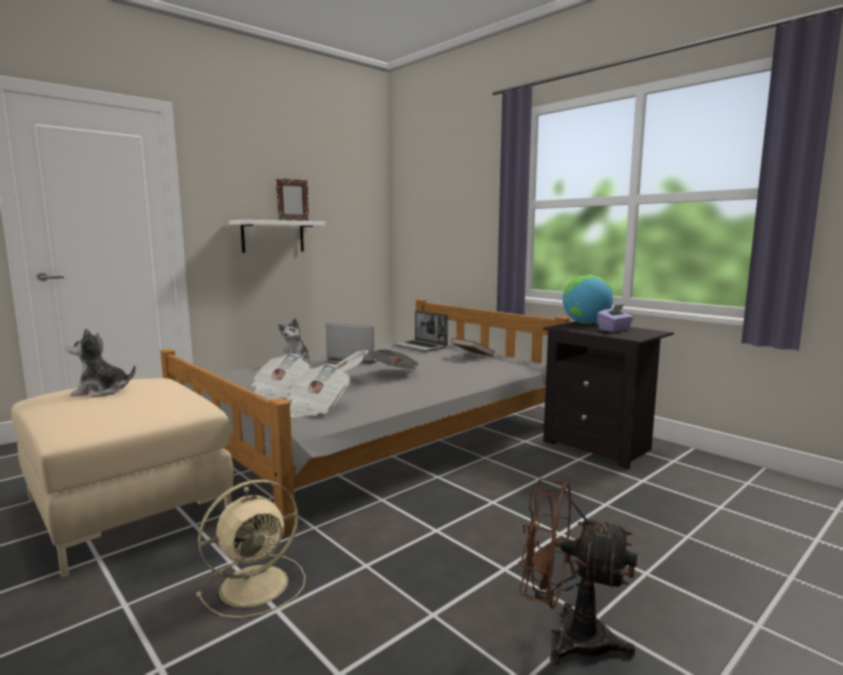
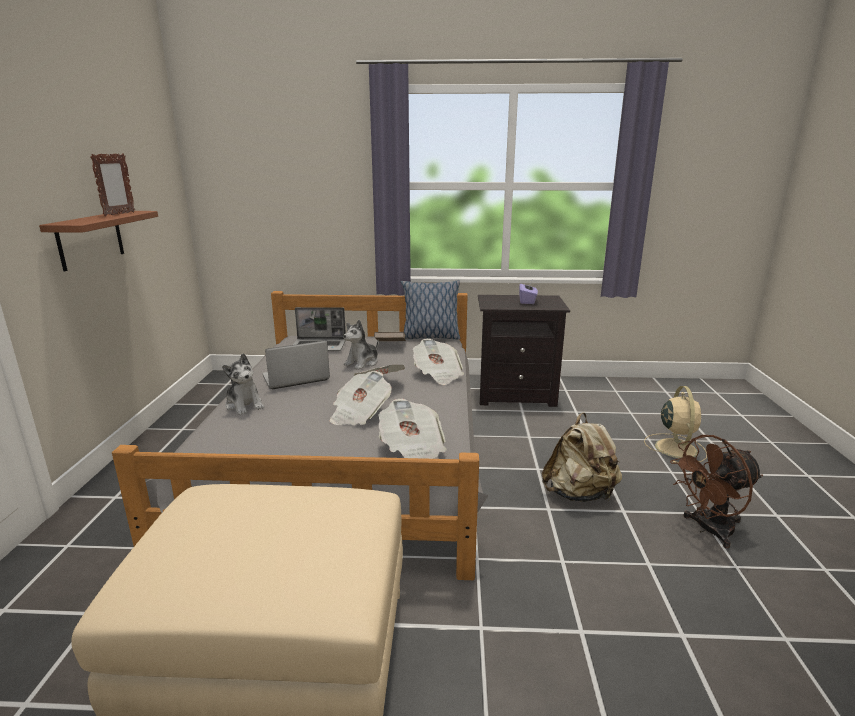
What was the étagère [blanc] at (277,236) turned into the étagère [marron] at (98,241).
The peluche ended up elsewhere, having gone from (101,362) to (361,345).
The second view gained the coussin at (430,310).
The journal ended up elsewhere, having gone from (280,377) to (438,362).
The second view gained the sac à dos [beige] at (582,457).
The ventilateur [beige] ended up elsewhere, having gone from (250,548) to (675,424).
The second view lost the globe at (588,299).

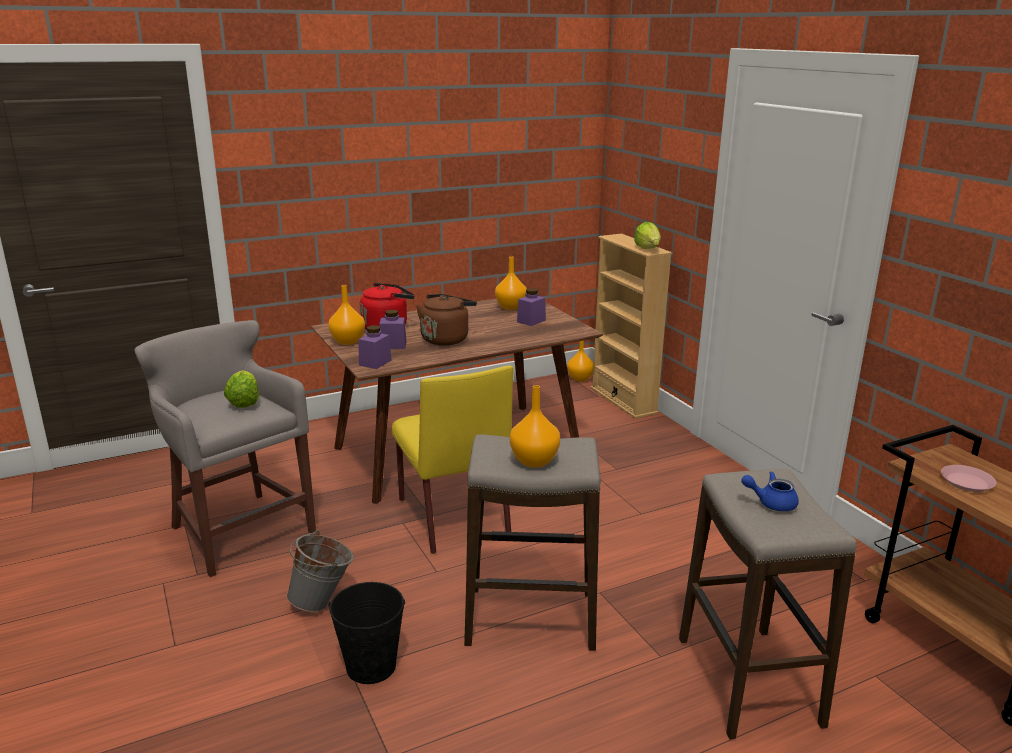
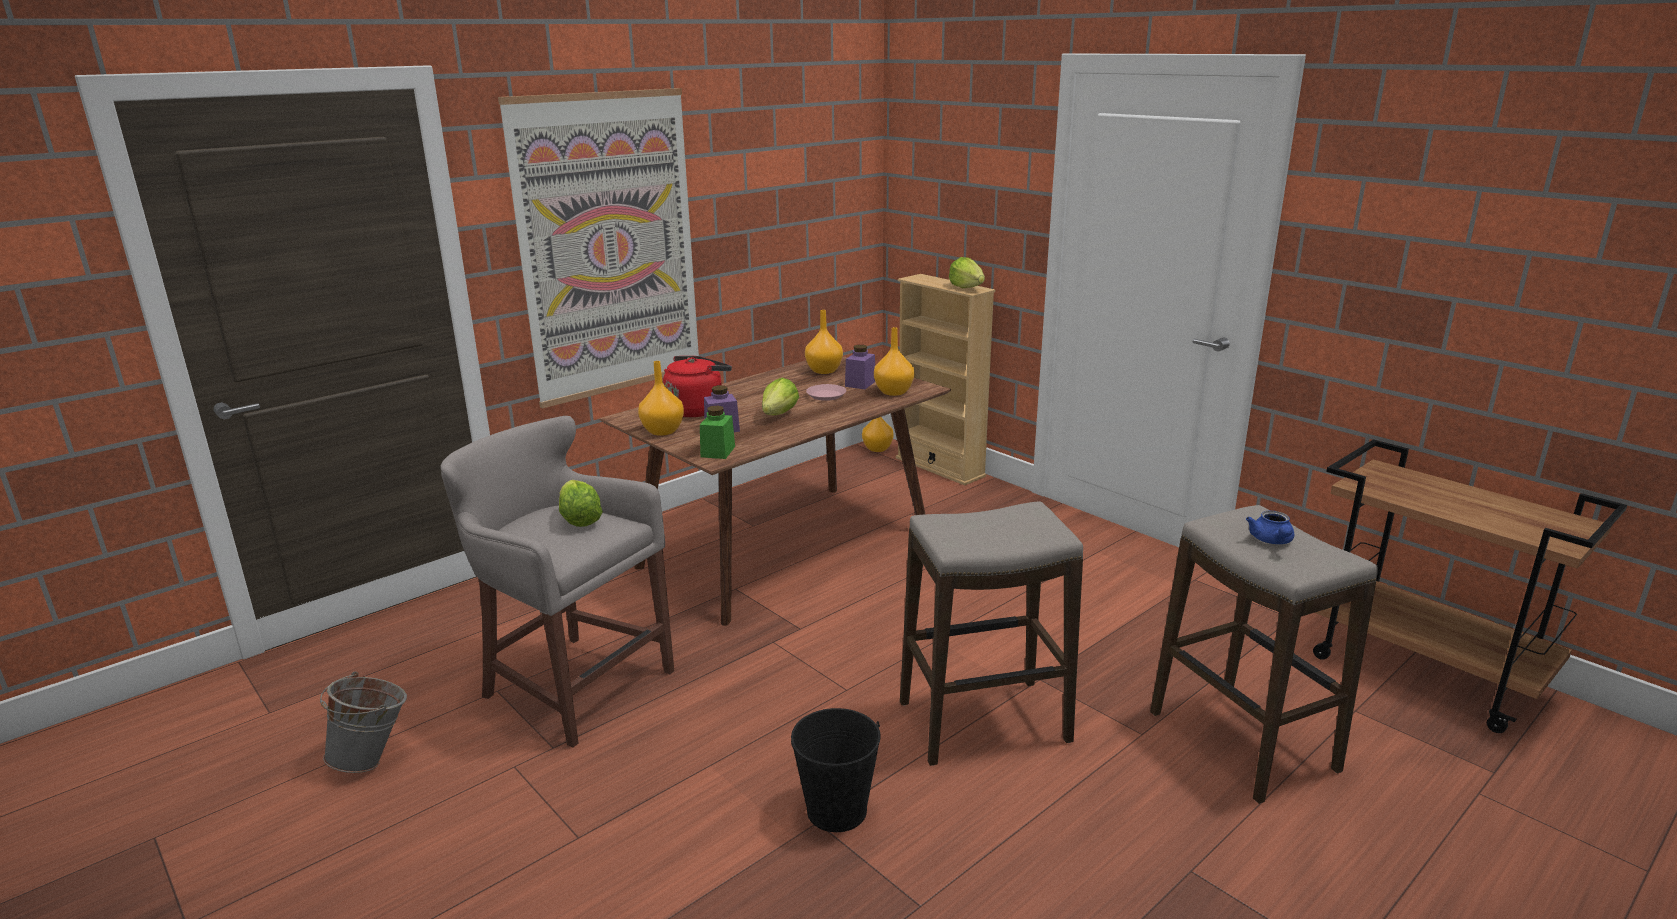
The seau [gris] ended up elsewhere, having gone from (320,571) to (363,722).
The second view gained the tableau at (598,248).
What was the bocal [violet] at (375,347) turned into the bocal [vert] at (717,432).
Where the bouilloire [marron] stood at (446,320), the laitue came to stand at (780,396).
The assiette [rose] ended up elsewhere, having gone from (968,478) to (826,392).
The vase [orange] ended up elsewhere, having gone from (535,426) to (894,361).
The théière [bleu] at (770,491) ended up facing another way, 75 degrees counterclockwise from before.
The second view lost the chaise [jaune] at (452,460).

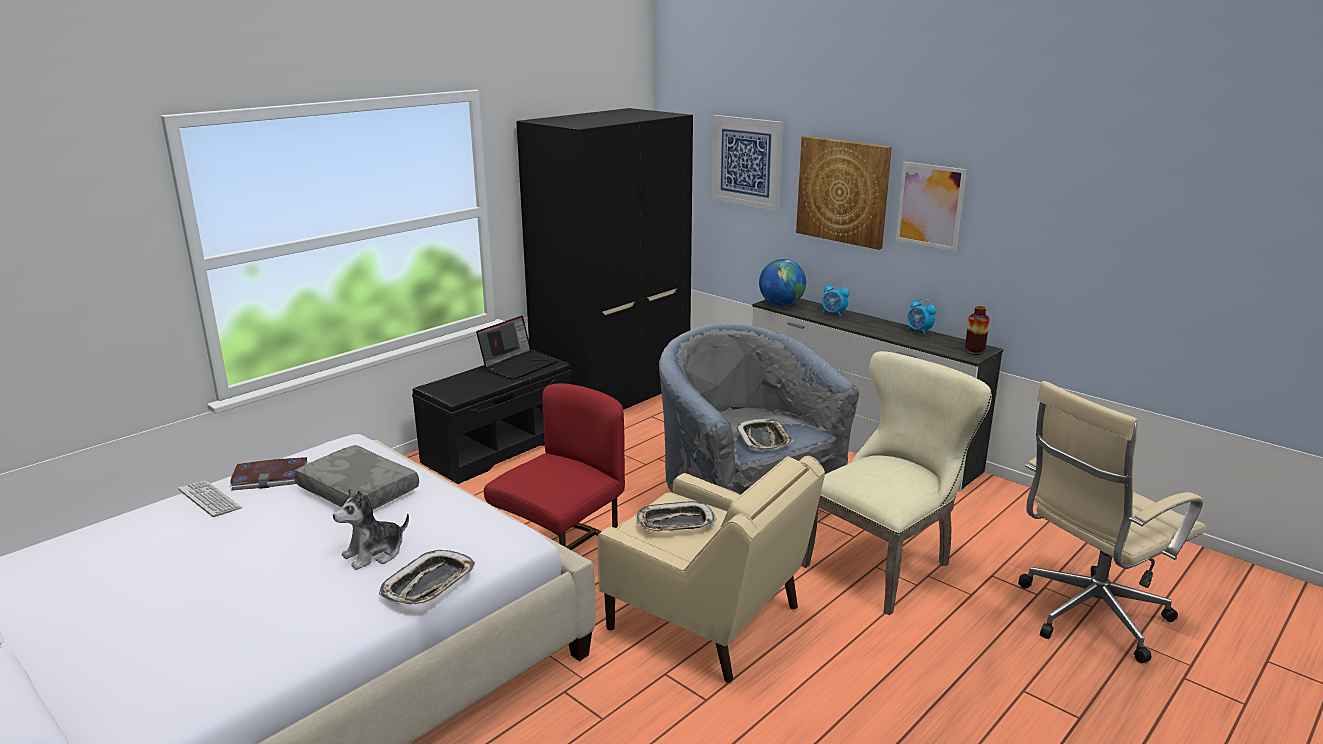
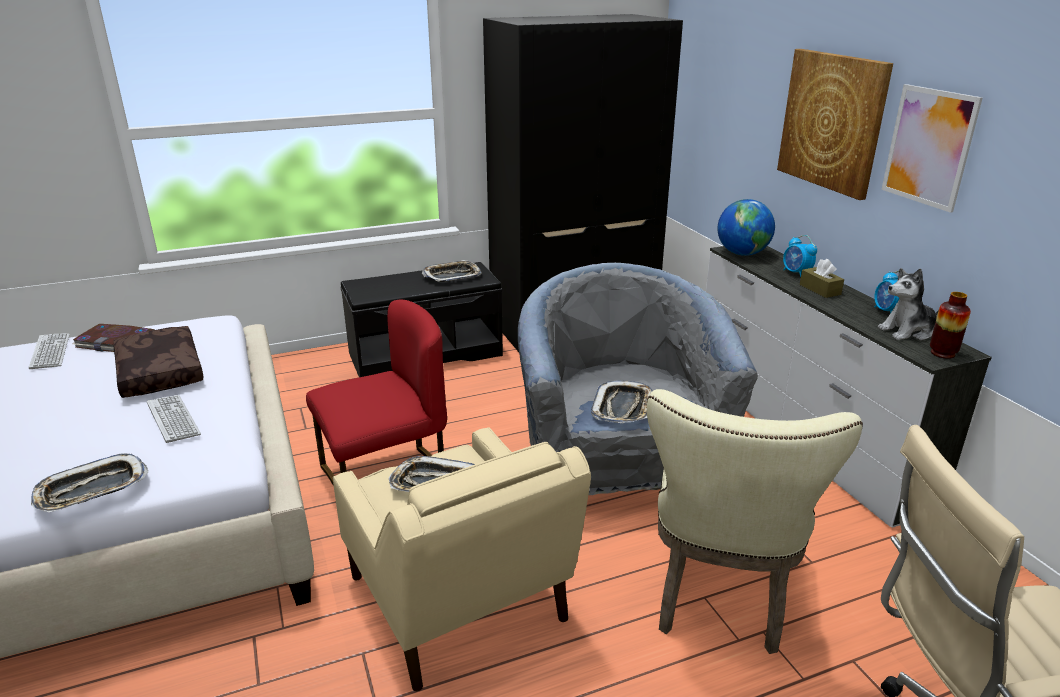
What was the coussin [gris] at (356,477) turned into the coussin [marron] at (158,362).
The second view gained the clavier at (174,419).
Where the ordinateur portable stood at (517,348), the plateau came to stand at (452,271).
The chaise [beige] at (896,483) ended up facing another way, 120 degrees clockwise from before.
The second view gained the boîte à mouchoirs [marron] at (822,278).
The peluche ended up elsewhere, having gone from (371,529) to (908,304).
The second view lost the tableau at (747,163).

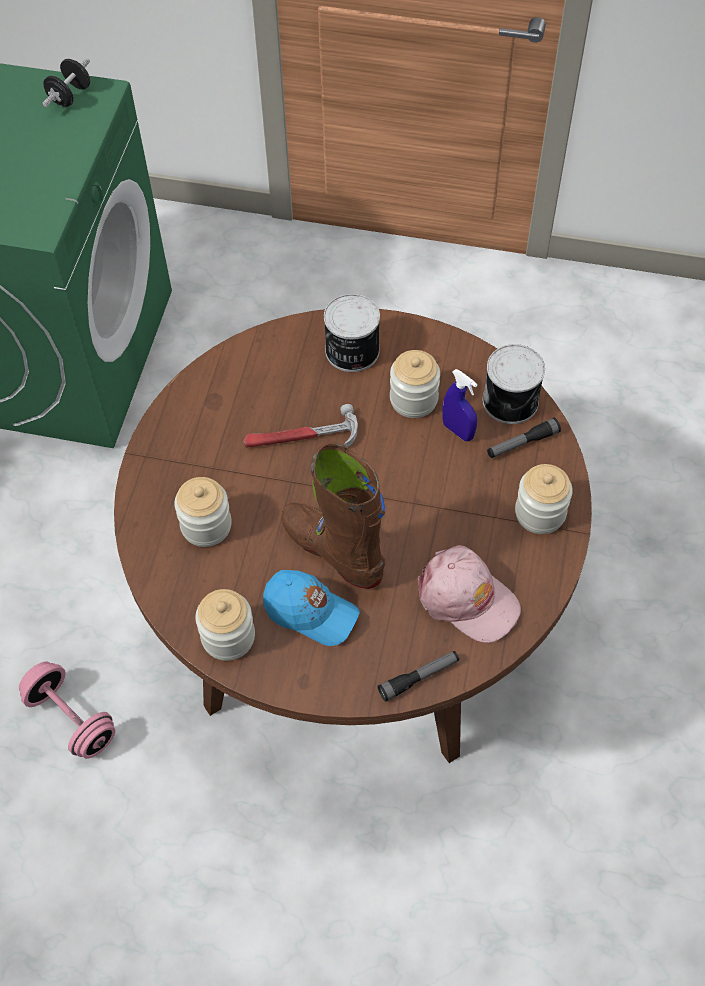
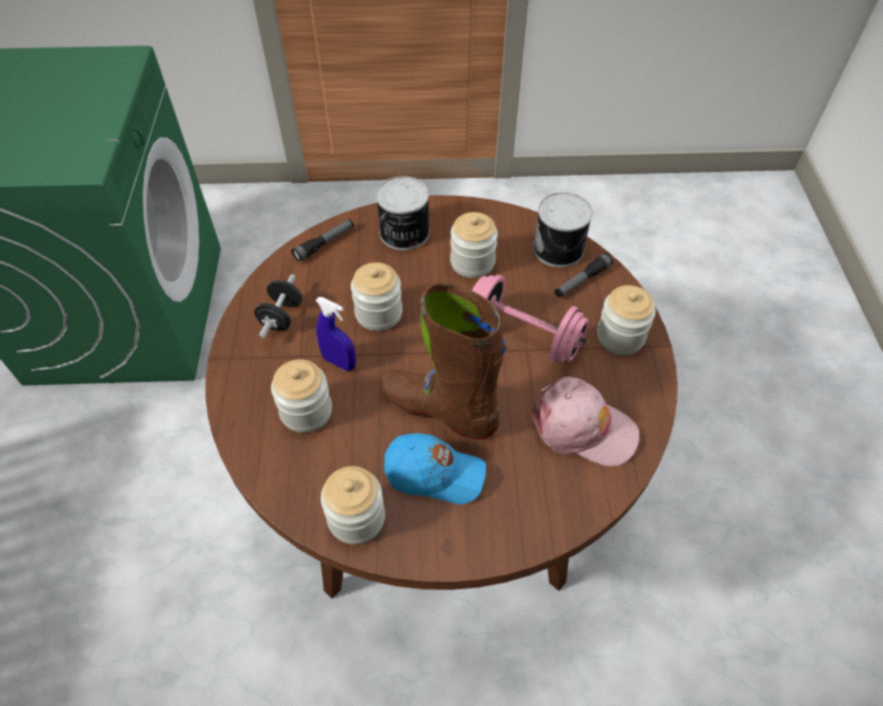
The haltère [noir] ended up elsewhere, having gone from (66,82) to (278,306).
The lampe de poche ended up elsewhere, having gone from (418,676) to (322,240).
The vaporisateur [bleu] ended up elsewhere, having gone from (460,405) to (335,334).
Where the marteau stood at (301,426), the bocal came to stand at (377,296).
The haltère [rose] ended up elsewhere, having gone from (67,710) to (530,318).

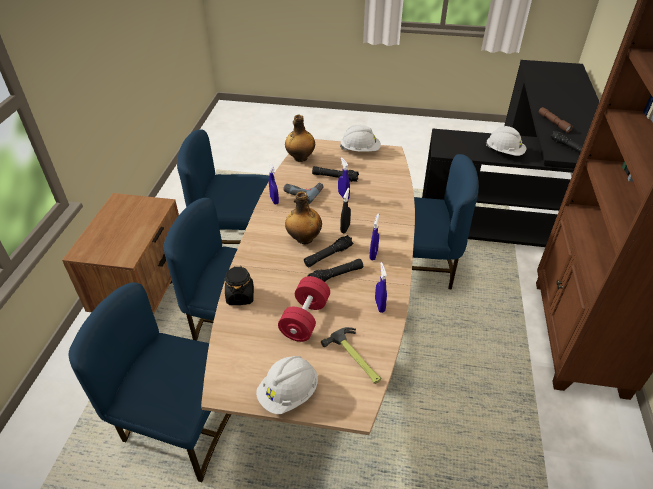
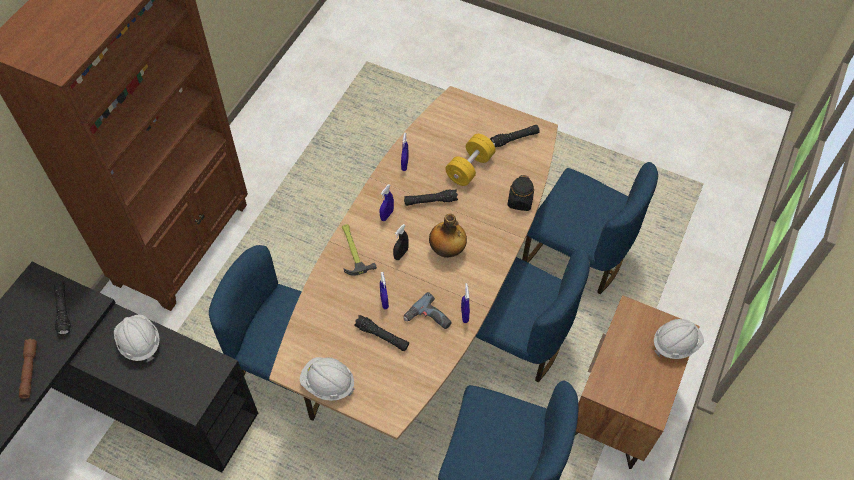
The marteau ended up elsewhere, having gone from (351,355) to (359,250).
What was the haltère [rouge] at (304,309) turned into the haltère [jaune] at (470,160).
The lampe de poche [noir] ended up elsewhere, having gone from (328,251) to (515,136).
The casque de chantier [blanc] ended up elsewhere, having gone from (287,385) to (679,339).
The second view lost the bouteille at (300,138).

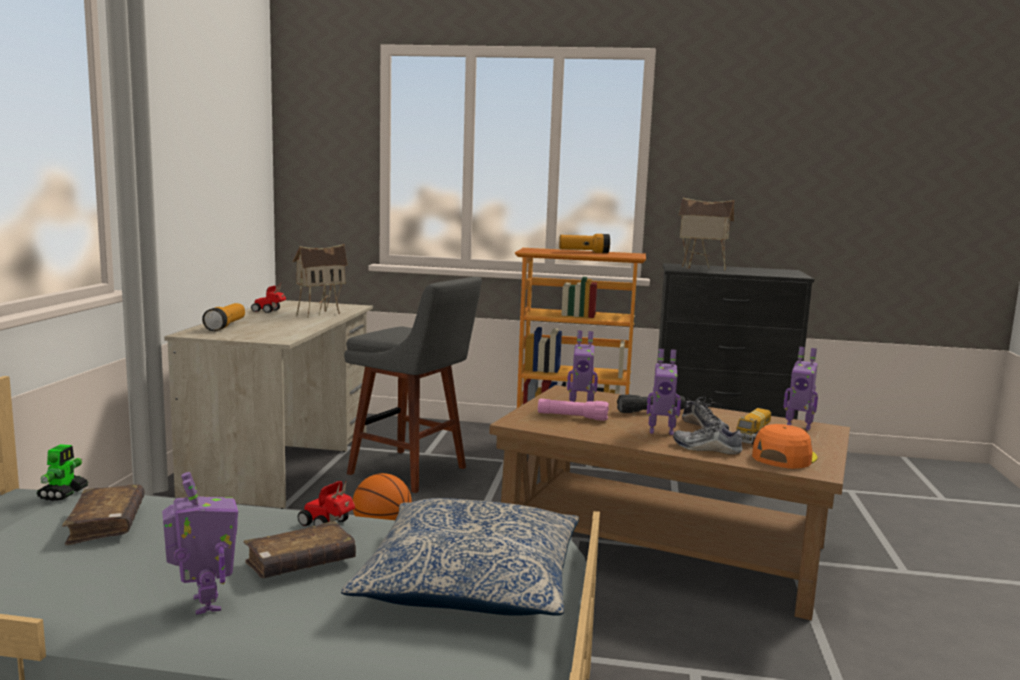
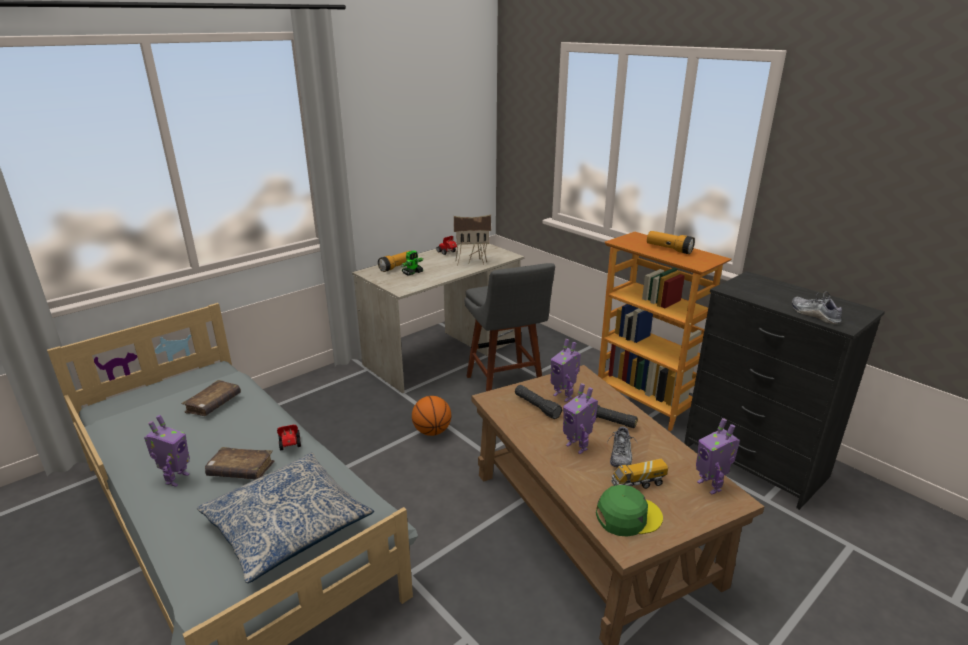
The robot jouet ended up elsewhere, having gone from (62,472) to (412,263).
What was the lampe de poche [rose] at (573,410) turned into the lampe de poche [noir] at (538,402).
What was the casquette [orange] at (784,446) turned into the casquette [vert] at (629,511).
The chaussure ended up elsewhere, having gone from (708,434) to (817,307).
The second view lost the maison miniature at (707,234).

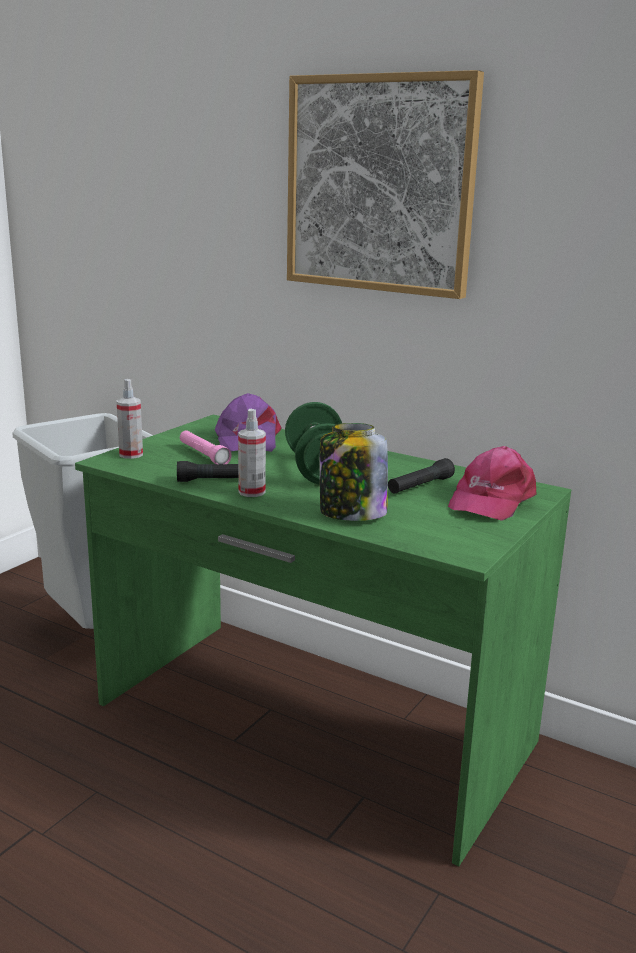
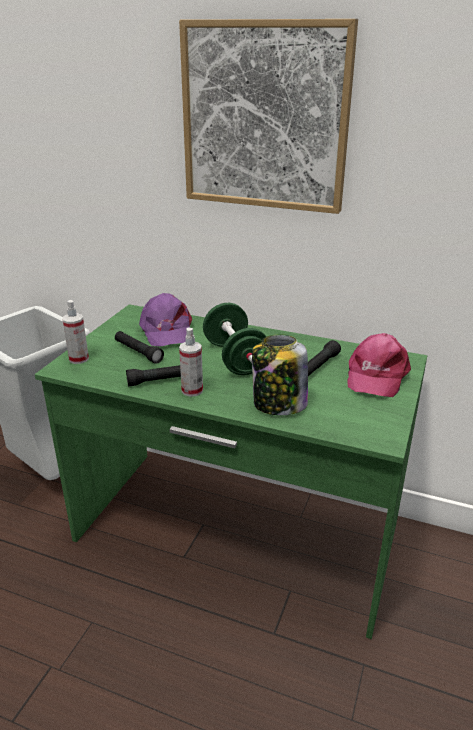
What was the lampe de poche [rose] at (206,447) turned into the lampe de poche [noir] at (139,347).

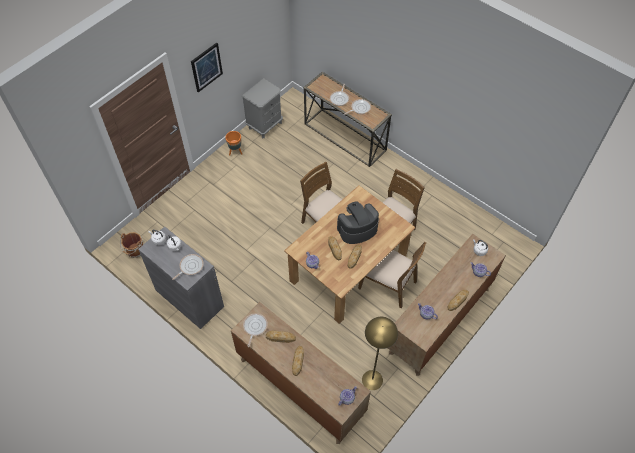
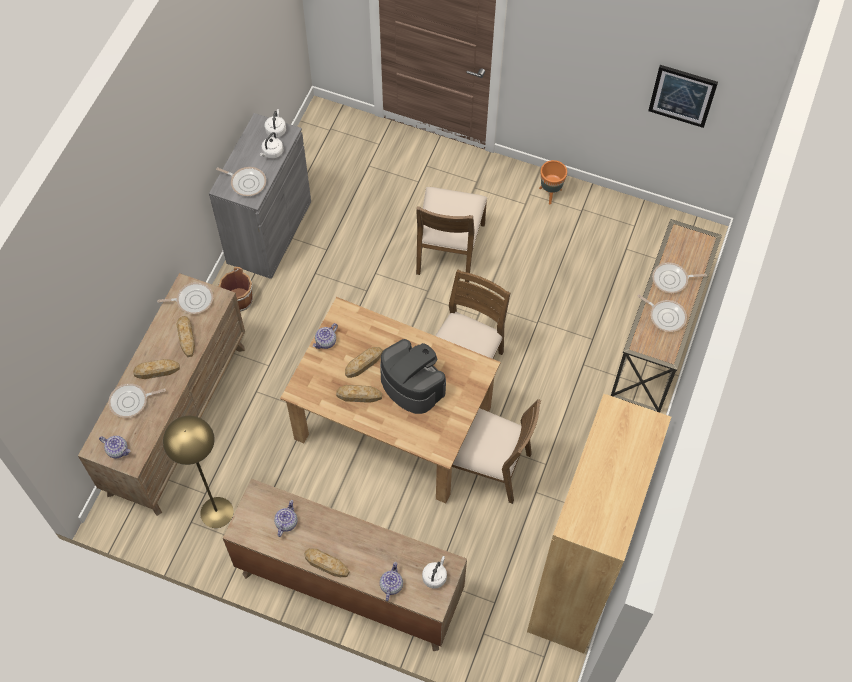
The second view gained the poêle at (137,400).
The seau [marron] ended up elsewhere, having gone from (131,245) to (235,289).
The chaise [marron] ended up elsewhere, having gone from (392,275) to (451,235).
The second view gained the bibliothèque [marron] at (599,524).
The tableau ended up elsewhere, having gone from (207,67) to (683,96).
The second view lost the table de chevet [gris] at (262,108).

